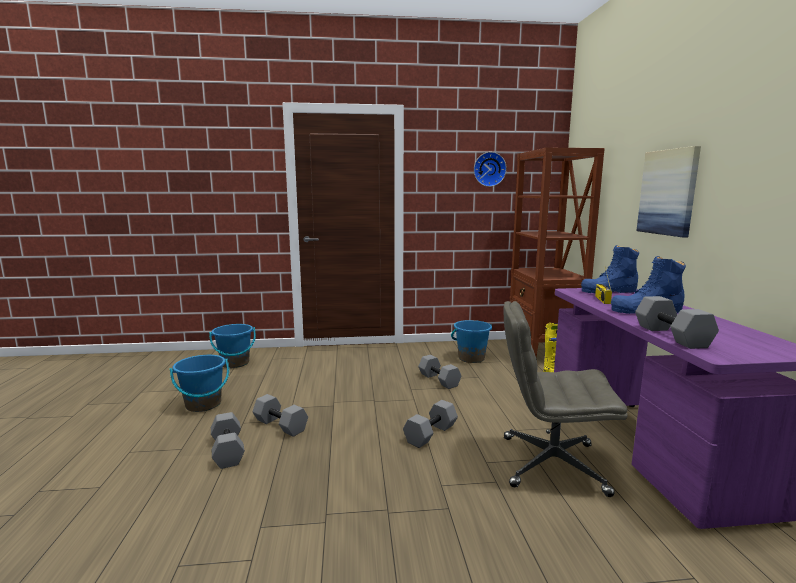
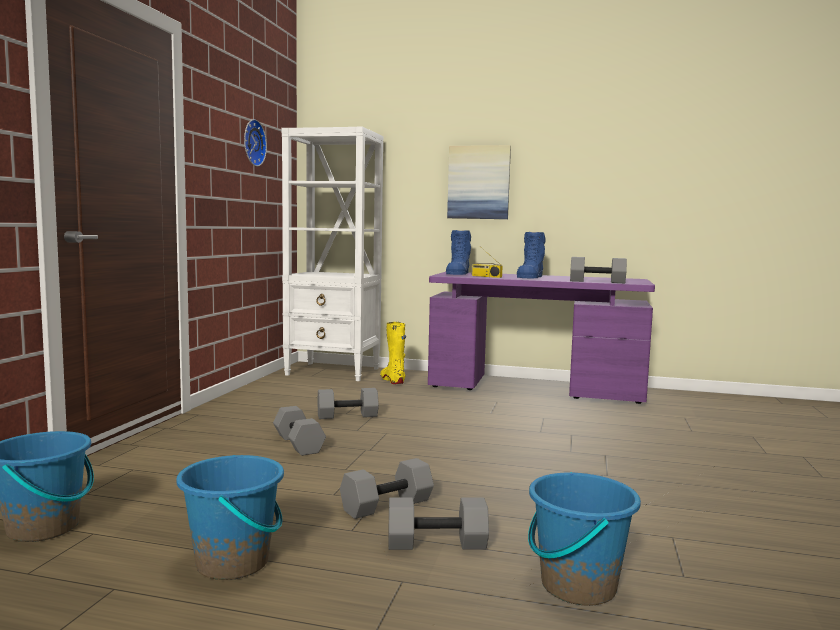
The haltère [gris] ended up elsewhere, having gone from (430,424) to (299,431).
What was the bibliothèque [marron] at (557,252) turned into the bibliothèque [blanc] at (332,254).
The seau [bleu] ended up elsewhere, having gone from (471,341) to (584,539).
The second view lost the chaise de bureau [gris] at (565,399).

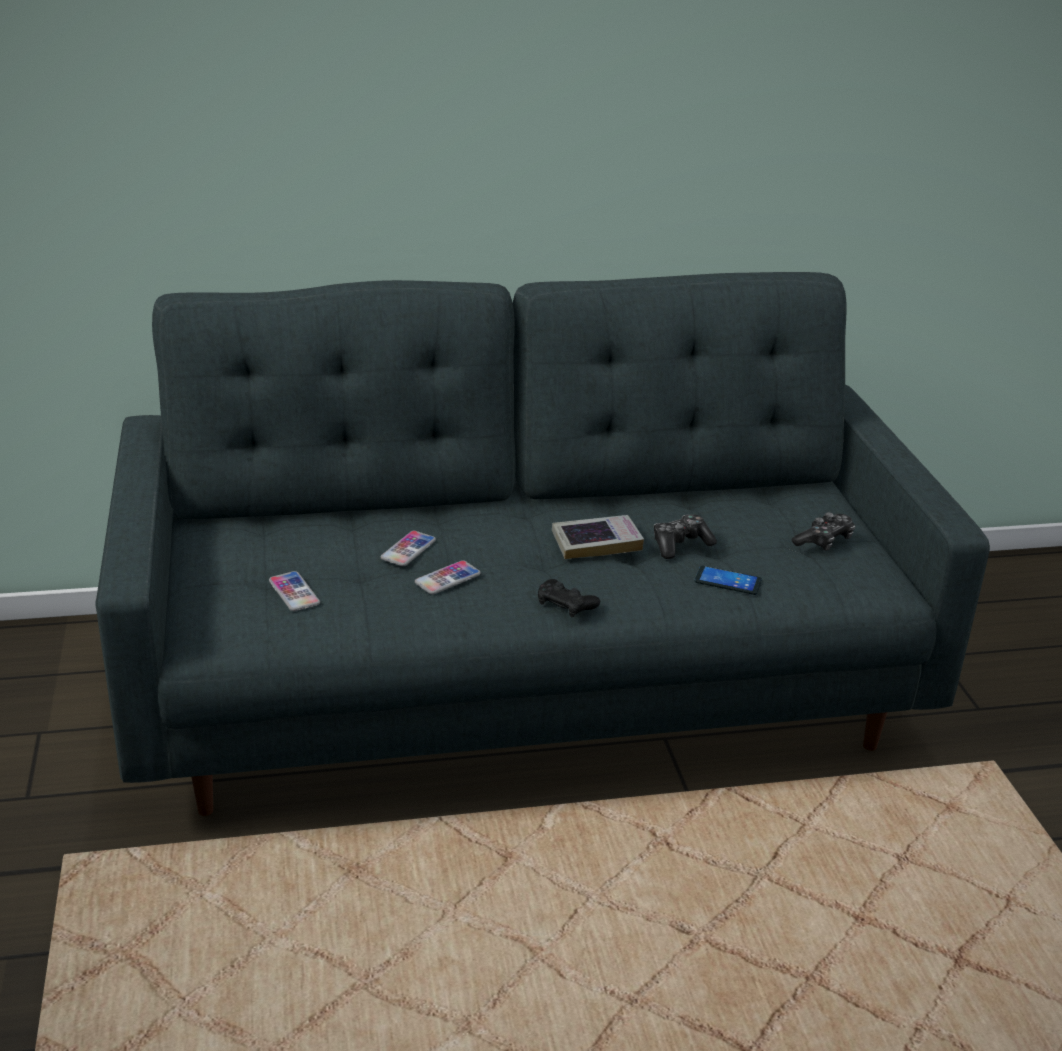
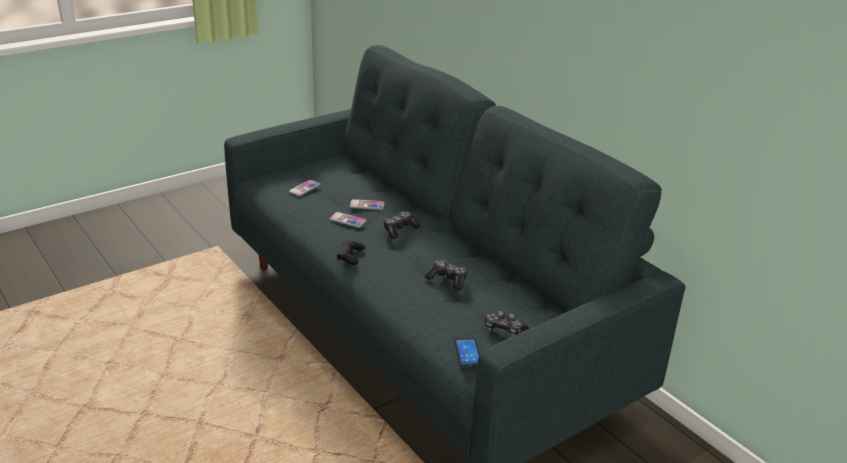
The second view gained the manette at (401,225).
The téléphone ended up elsewhere, having gone from (728,580) to (466,353).
The second view lost the livre at (598,537).

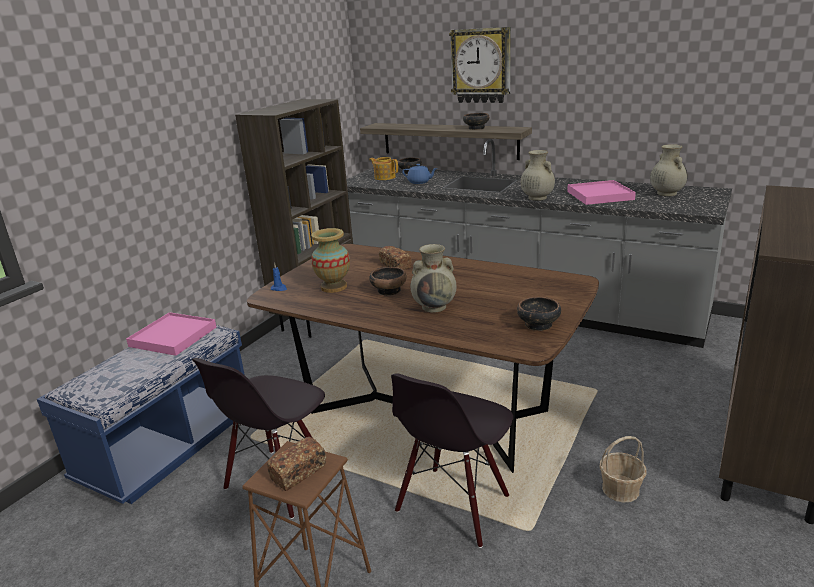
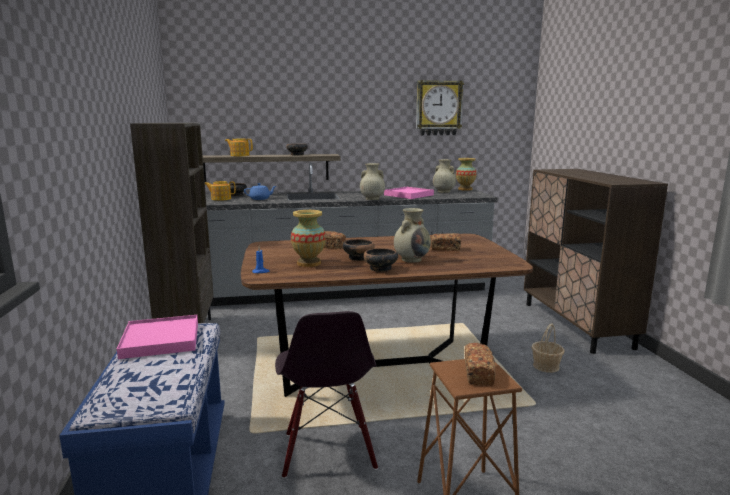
The second view gained the théière at (239,147).
The bol ended up elsewhere, having gone from (539,314) to (380,260).
The horloge murale ended up elsewhere, having gone from (480,65) to (440,107).
The second view gained the pain at (446,242).
The second view gained the vase at (466,174).
The second view lost the chaise [noir] at (452,460).

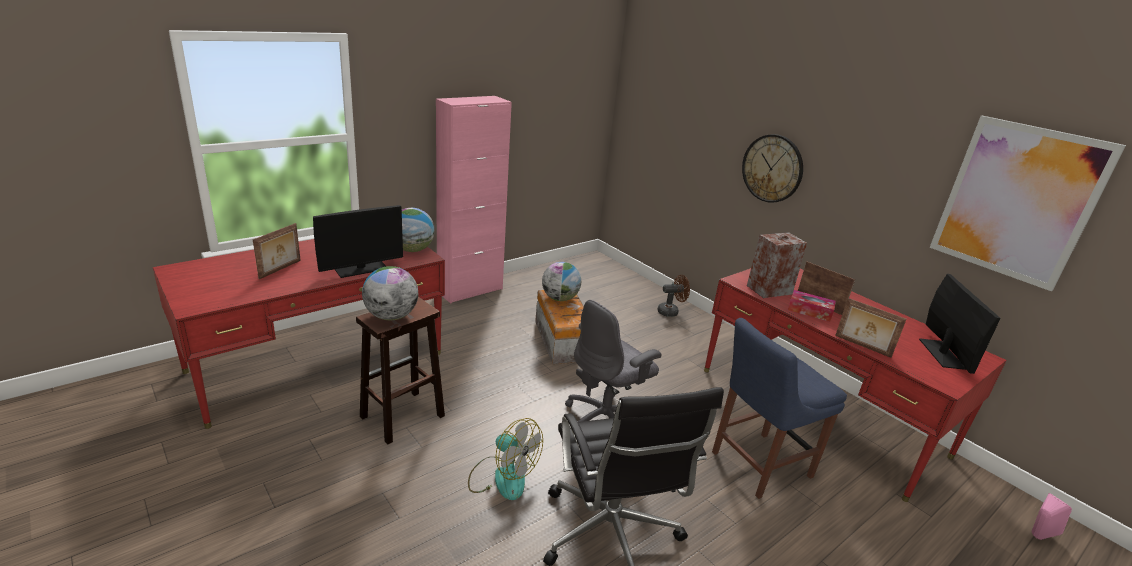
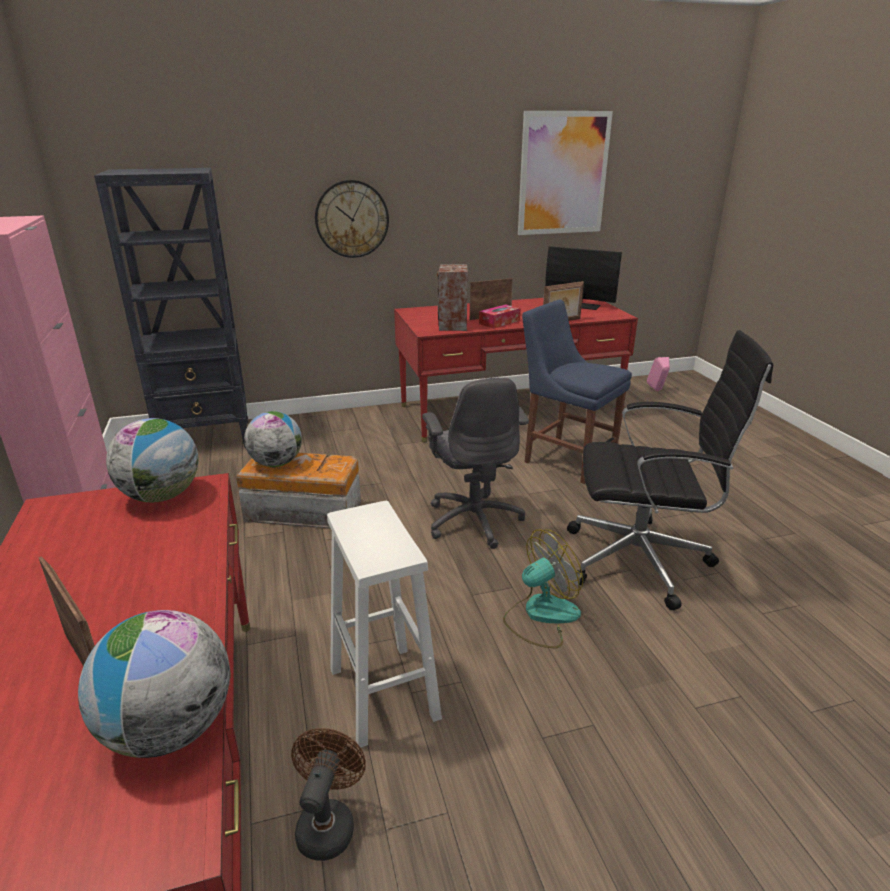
The globe ended up elsewhere, having gone from (390,293) to (154,684).
The second view gained the bibliothèque [noir] at (171,308).
The ventilateur [marron] ended up elsewhere, having gone from (673,296) to (328,794).
What was the tabouret [marron] at (400,370) turned into the tabouret [blanc] at (384,624).
The chaise [bleu] at (779,408) ended up facing another way, 135 degrees clockwise from before.
The second view lost the écran d'ordinateur at (358,241).

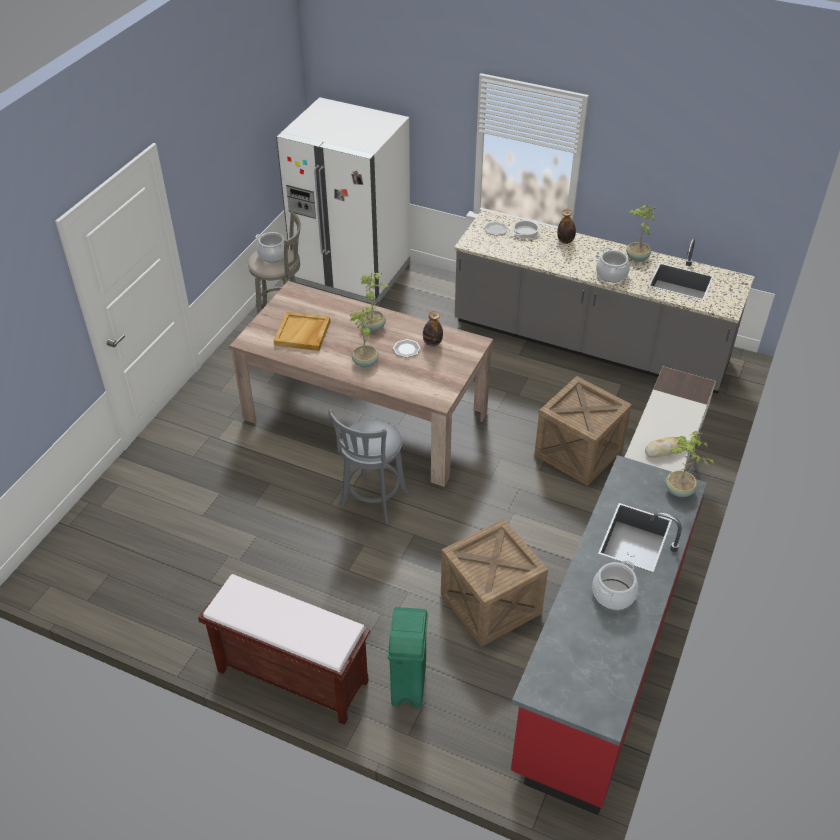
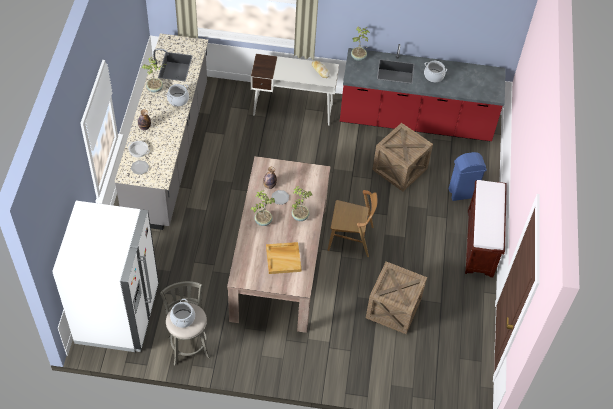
Where the tabouret [gris] stood at (368,466), the chaise [marron] came to stand at (353,223).
The caisse ended up elsewhere, having gone from (583,431) to (396,297).
What was the poubelle [vert] at (407,657) turned into the poubelle [bleu] at (468,176).

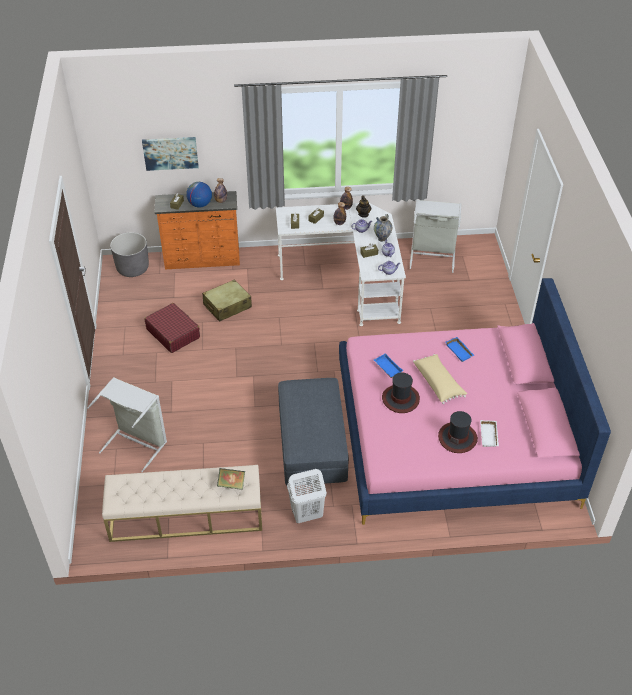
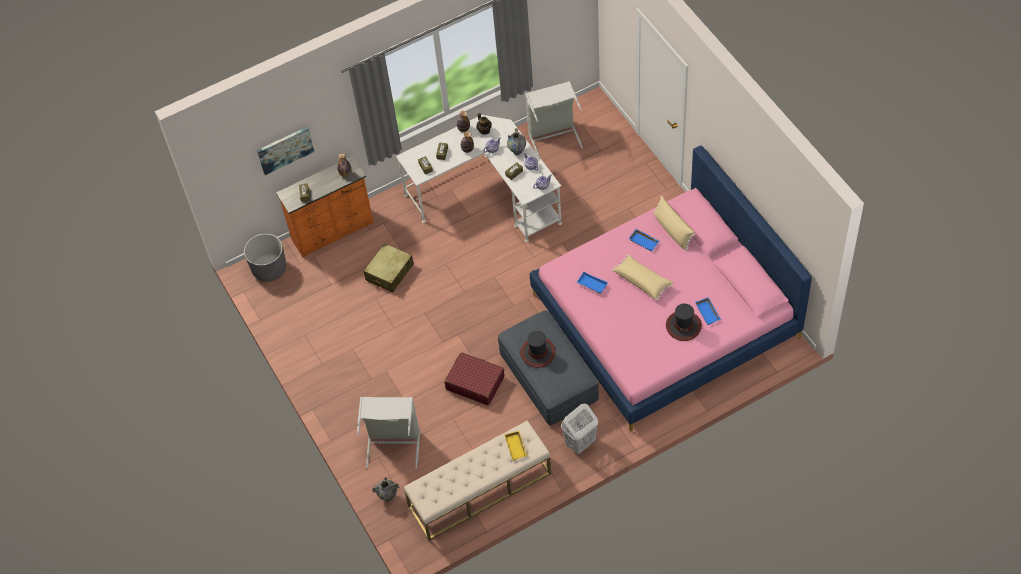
The second view gained the vase at (385,489).
The valise [rouge] ended up elsewhere, having gone from (172,328) to (474,378).
Where the livre stood at (231,479), the plateau [jaune] came to stand at (515,446).
The chapeau ended up elsewhere, having gone from (401,393) to (538,349).
The second view gained the coussin [beige] at (675,223).
What was the plateau [blanc] at (489,433) turned into the plateau [bleu] at (708,311).
The second view lost the globe at (199,195).

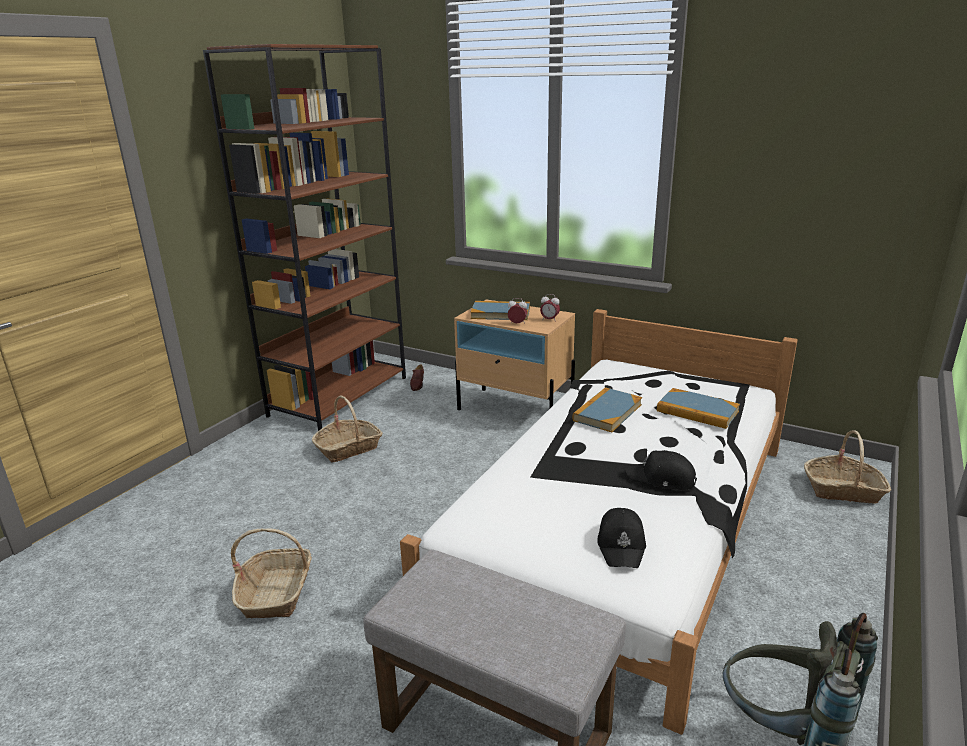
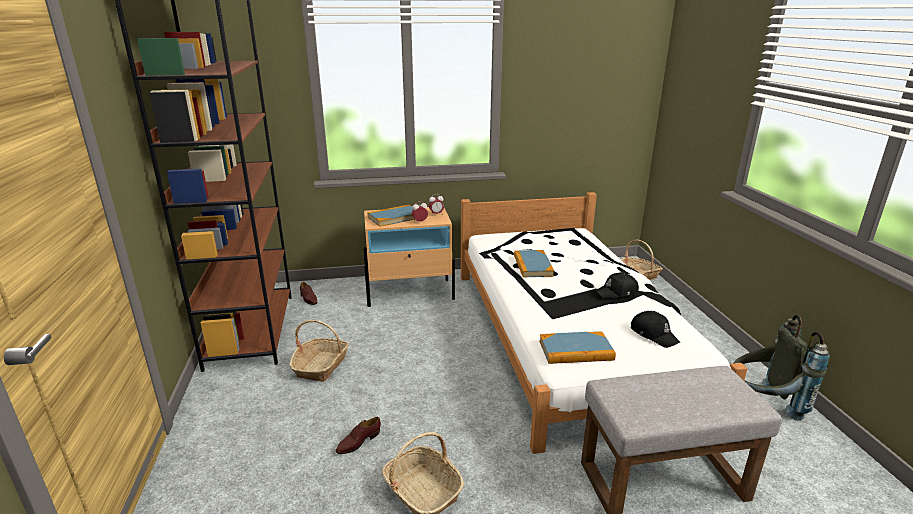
The second view gained the chaussure [marron] at (358,435).
The livre ended up elsewhere, having gone from (698,408) to (577,347).

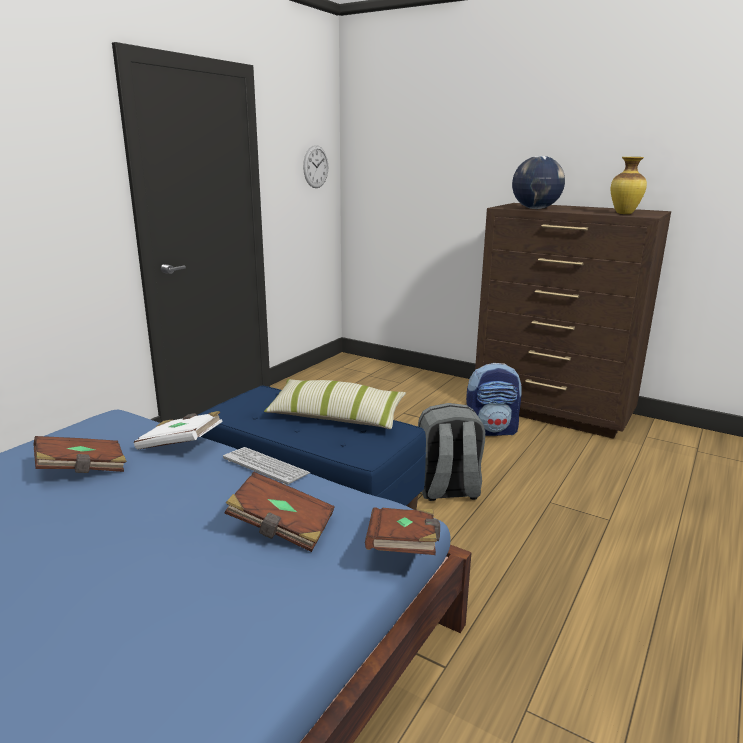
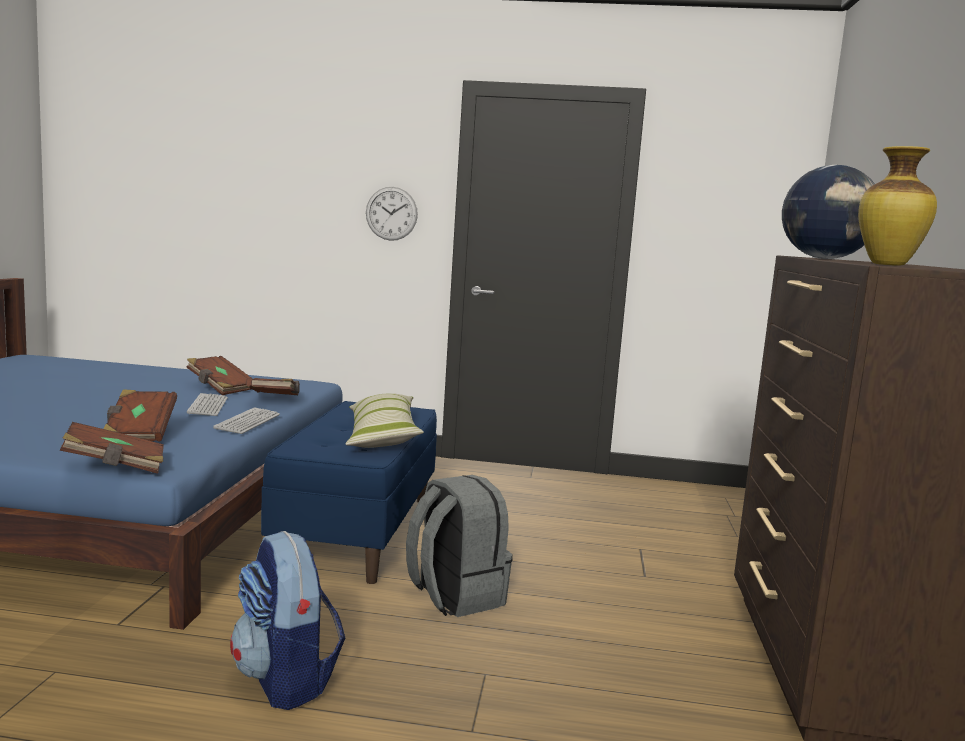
The second view gained the clavier at (207,404).
The sac à dos ended up elsewhere, having gone from (494,399) to (287,620).
What was the livre [blanc] at (178,430) turned into the livre [marron] at (273,386).
The horloge murale ended up elsewhere, having gone from (315,166) to (392,214).

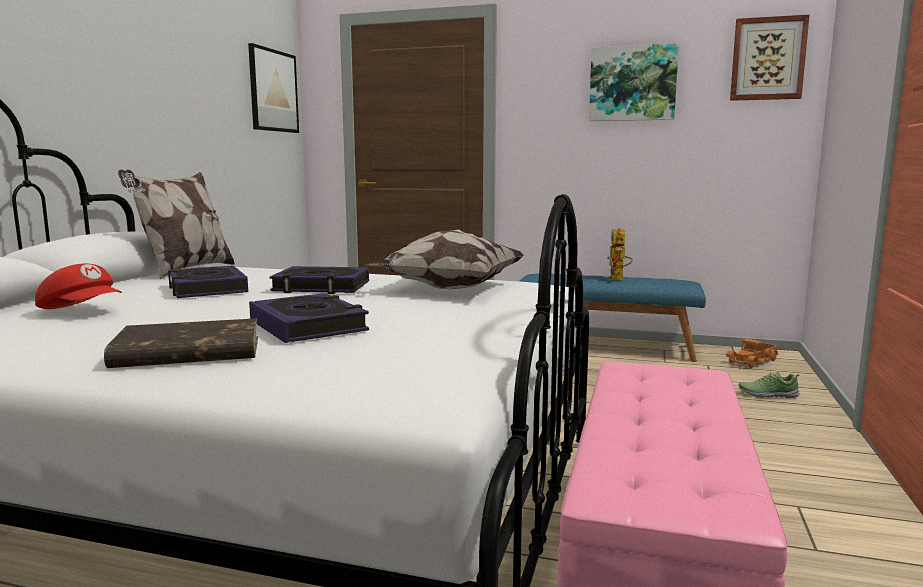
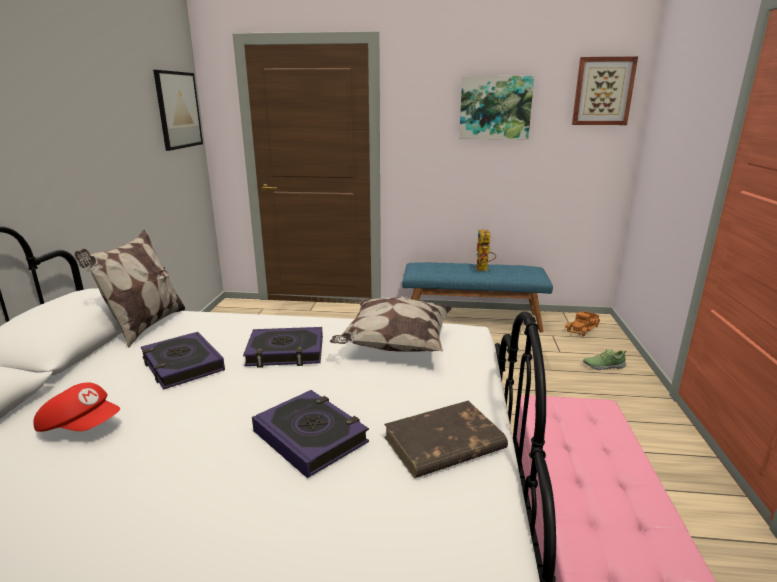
The livre [marron] ended up elsewhere, having gone from (181,343) to (446,439).

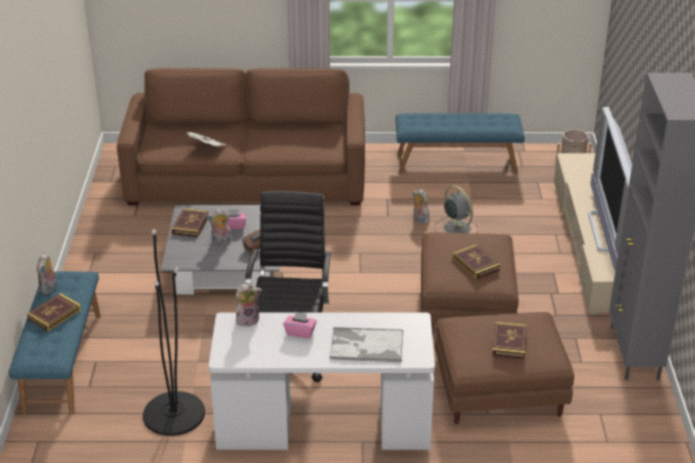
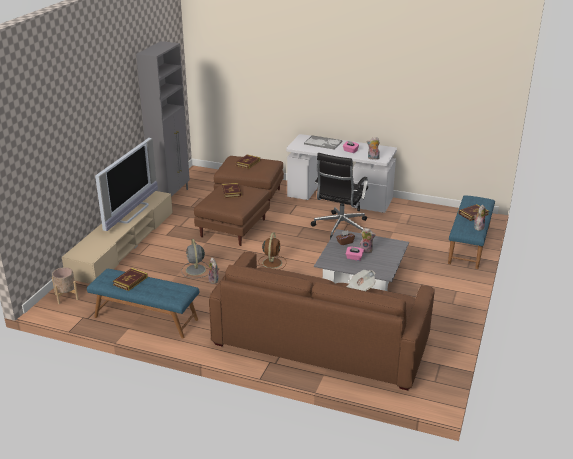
The livre ended up elsewhere, having gone from (190,222) to (130,279).
The second view gained the ventilateur [marron] at (272,251).
The second view lost the lampadaire [noir] at (174,332).

